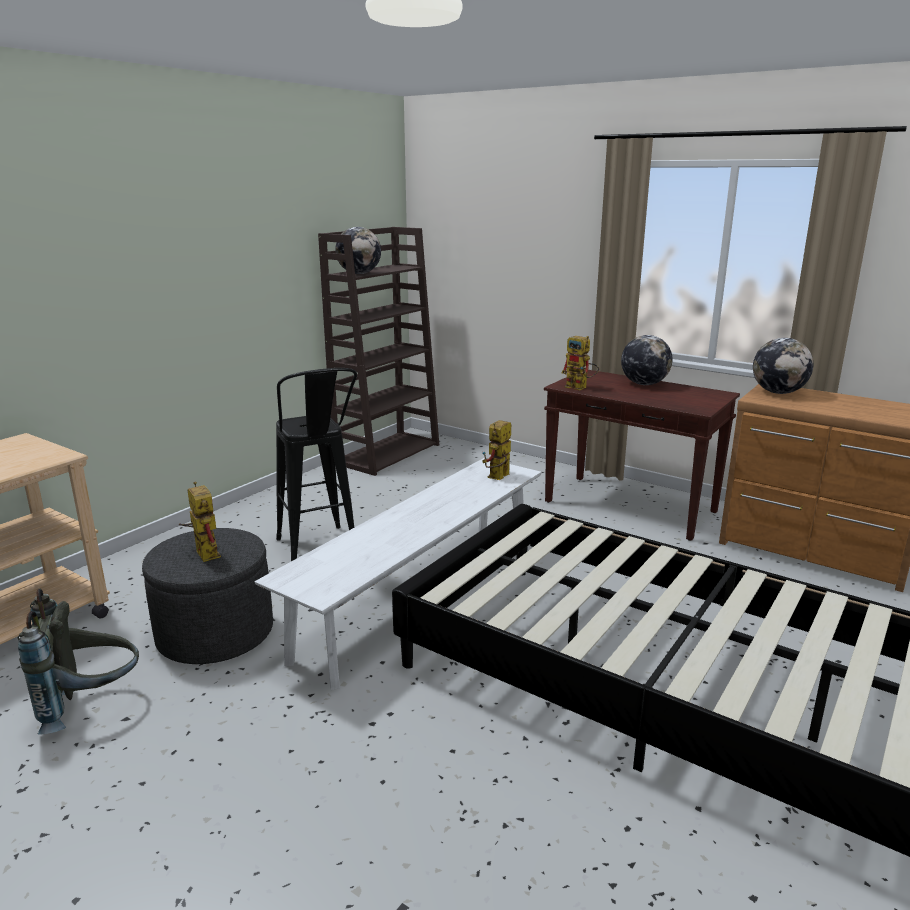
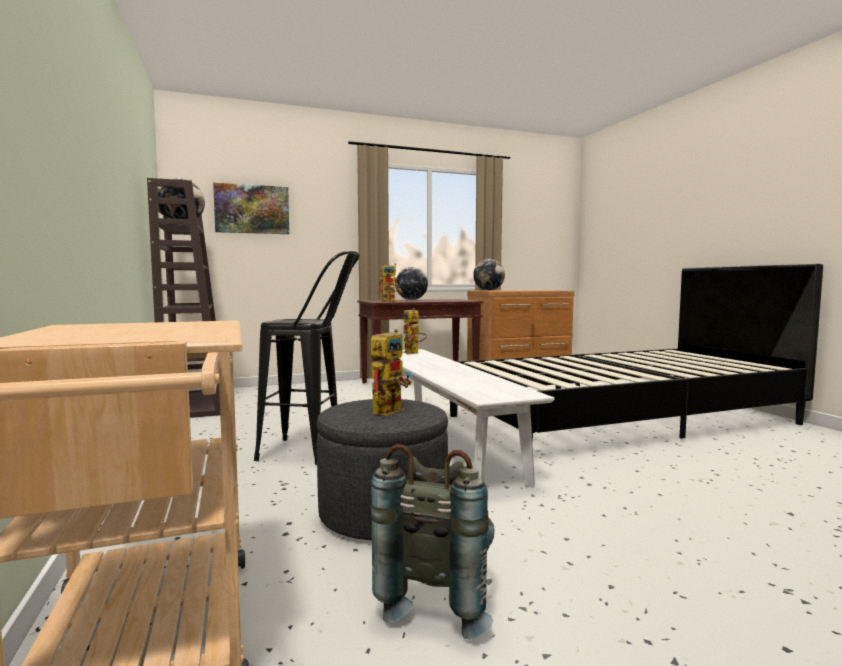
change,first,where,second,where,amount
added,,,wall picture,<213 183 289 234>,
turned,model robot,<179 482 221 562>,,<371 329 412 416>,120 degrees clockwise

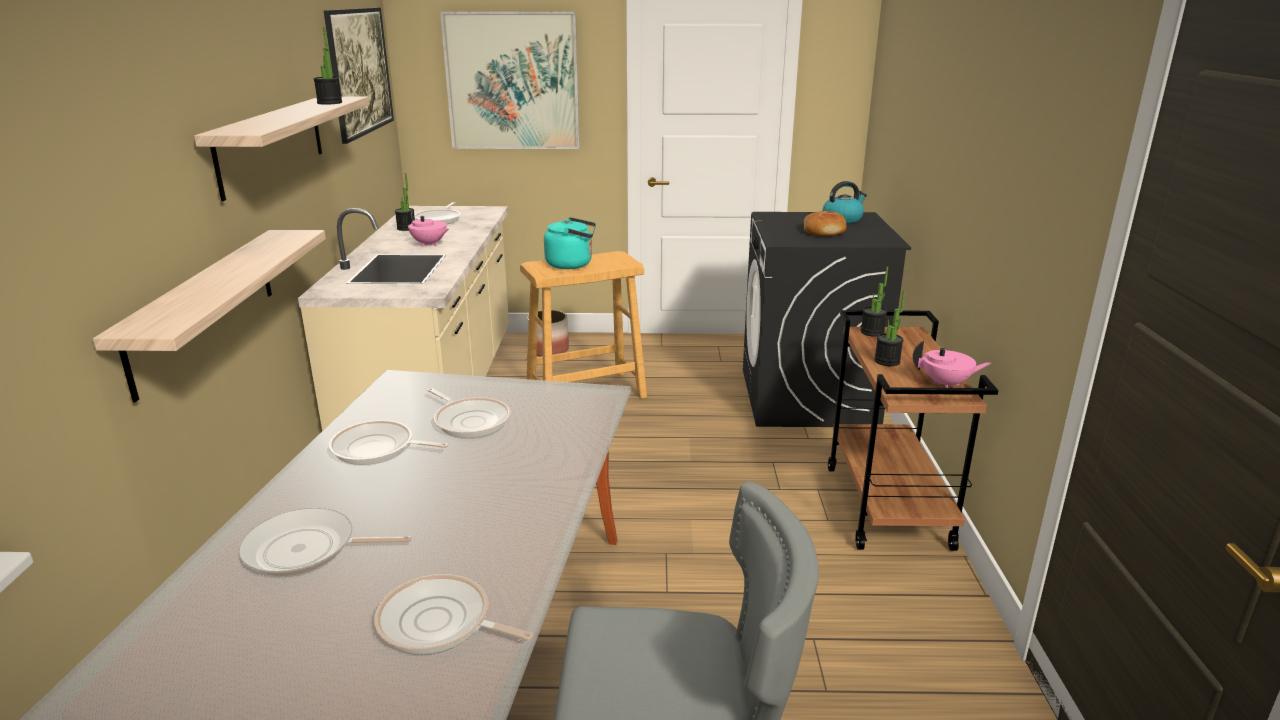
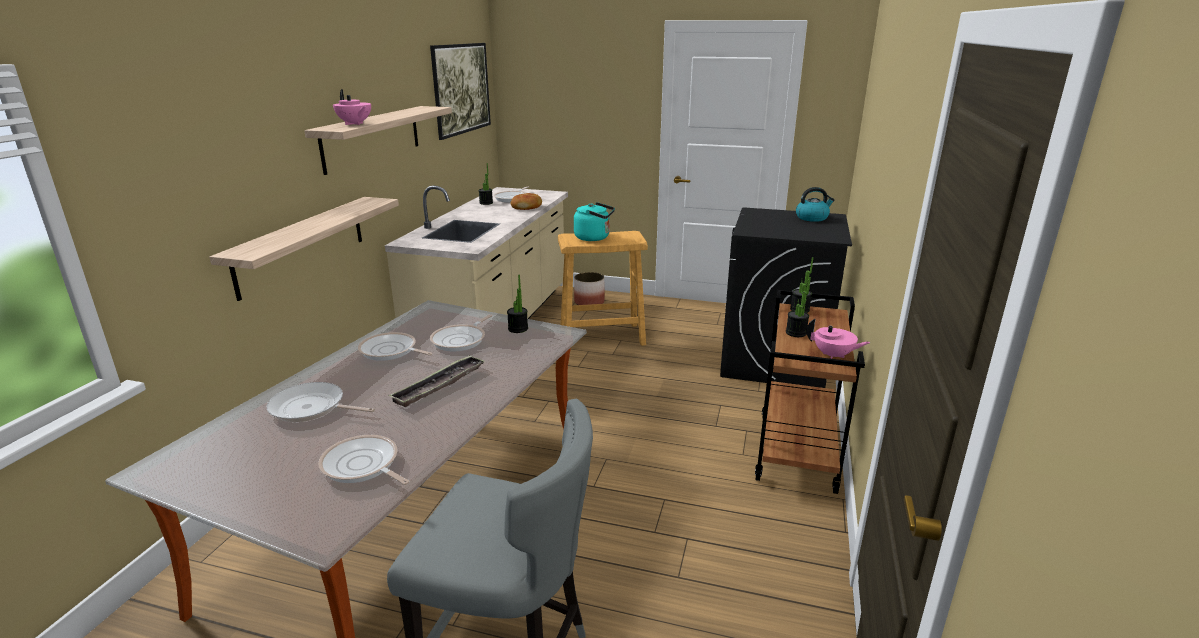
change,first,where,second,where,amount
moved,pot for tea (pink),<408 210 449 247>,,<333 89 371 125>,
added,,,carrying tray,<388 355 485 407>,
turned,skillet,<427 388 511 438>,,<430 314 493 351>,60 degrees clockwise
moved,plant in a pot,<314 27 342 105>,,<507 275 528 333>,
moved,bread,<804 211 847 236>,,<511 193 542 210>,
removed,wall picture,<440 11 580 149>,,,

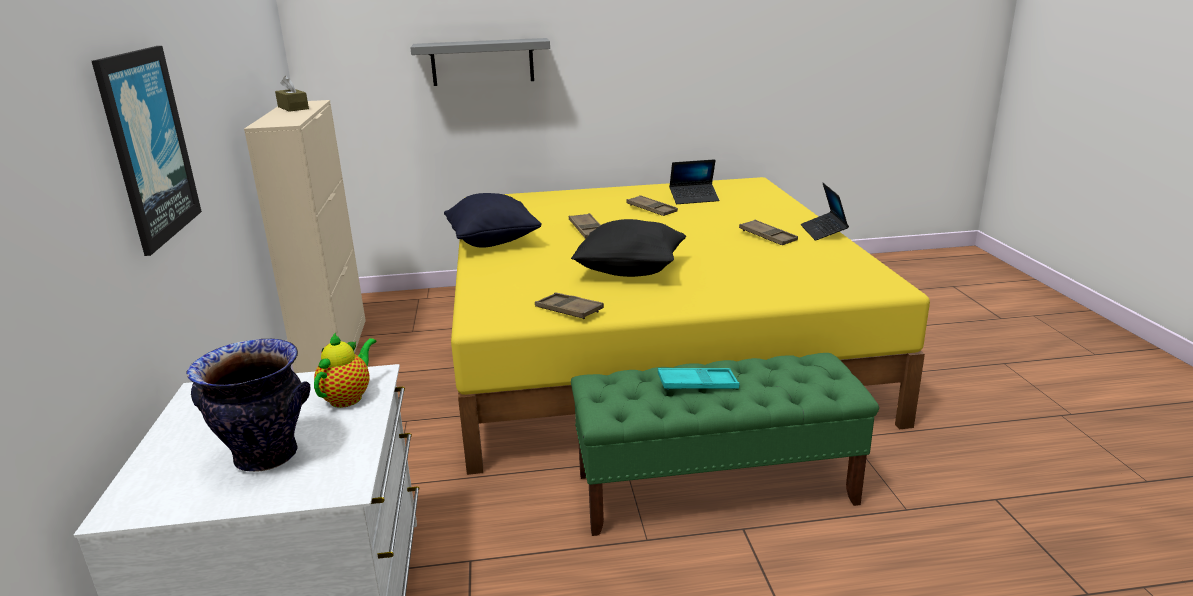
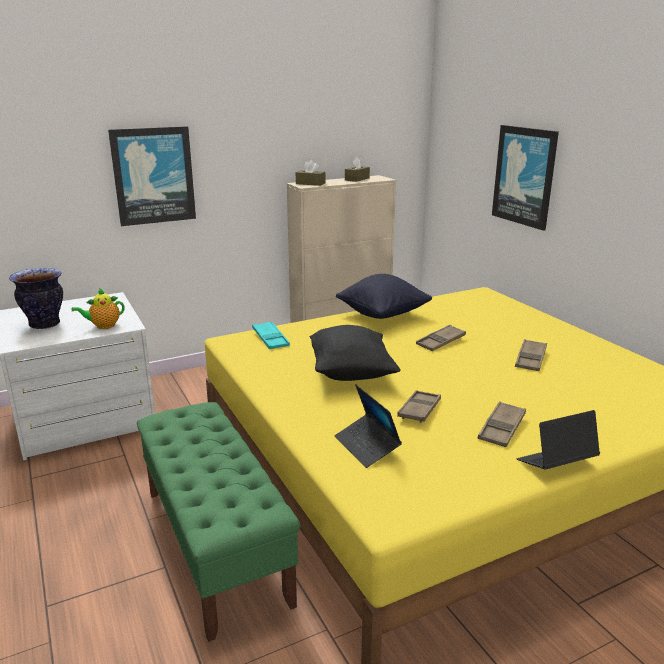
change,first,where,second,where,amount
turned,pot for tea,<314 332 376 408>,,<72 288 124 329>,150 degrees clockwise
moved,carrying tray (turquoise-coloured),<658 368 740 390>,,<252 321 290 349>,
added,,,box of tissues (brown),<296 160 325 186>,
moved,portable computer,<669 159 719 204>,,<335 385 402 468>,
moved,carrying tray (brown),<535 292 604 319>,,<397 390 441 423>,
replaced,wall shelf (grey),<410 38 550 86>,wall picture,<492 125 559 231>,

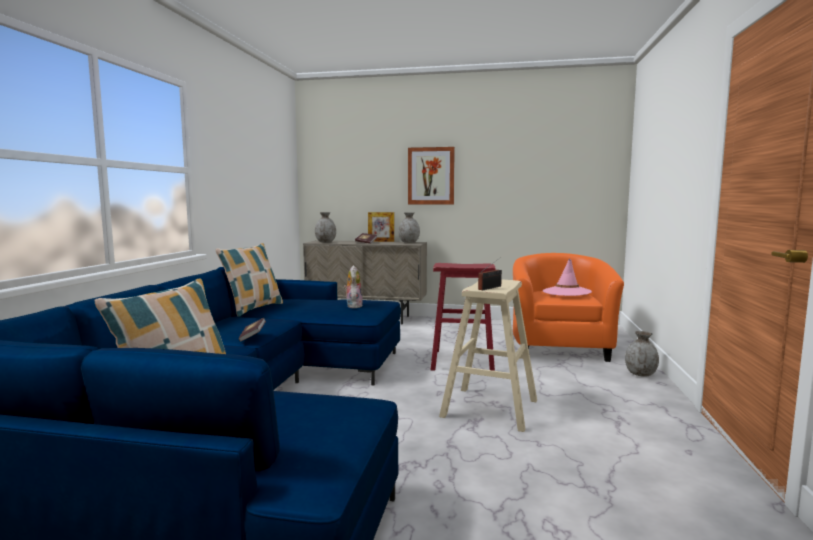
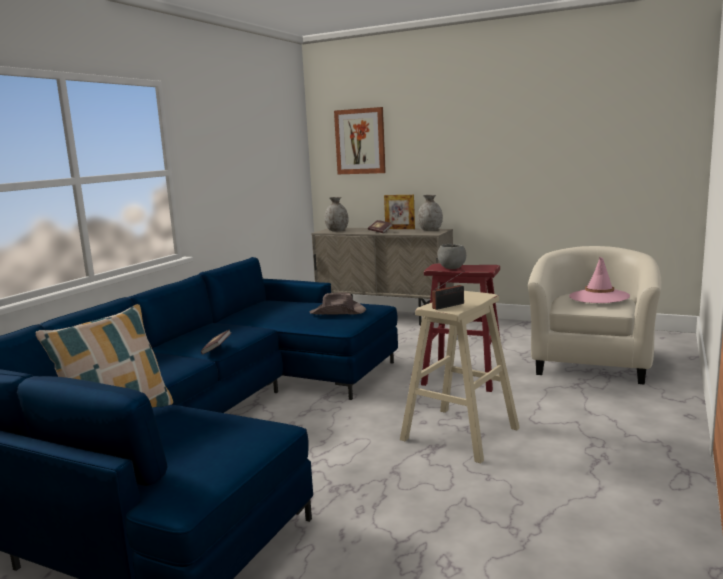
change,first,where,second,where,amount
replaced,soft toy,<344 265 363 308>,clothing hat (brown),<310 292 366 315>,
moved,wall picture,<408 147 455 205>,,<334 107 386 174>,
added,,,serving bowl (grey),<437 244 466 269>,
recoloured,armchair (orange),<513 253 624 362>,armchair (beige),<528 246 661 385>,
removed,pillow,<216 243 283 317>,,,
removed,decorative vase (grey),<625 331 659 377>,,,

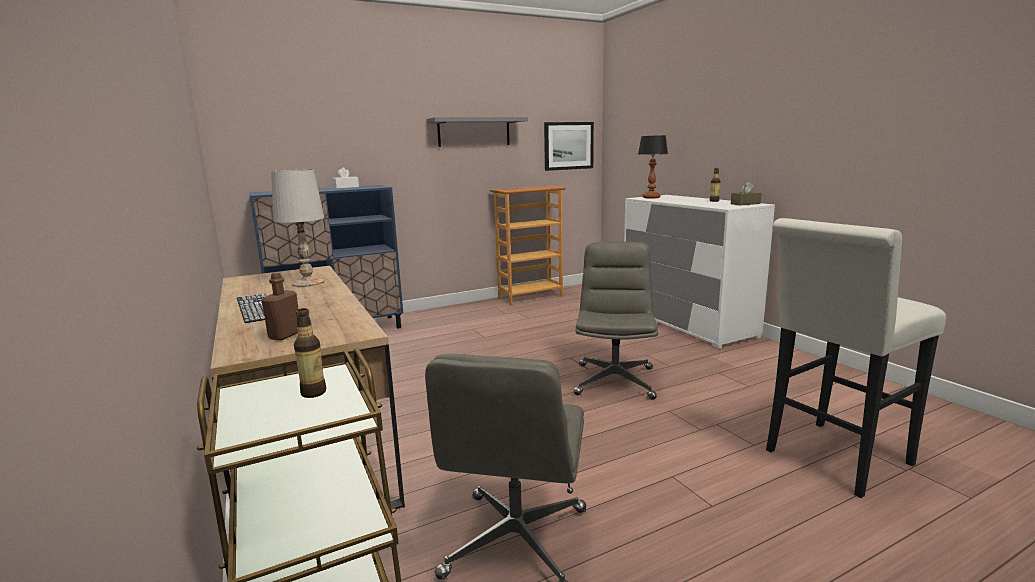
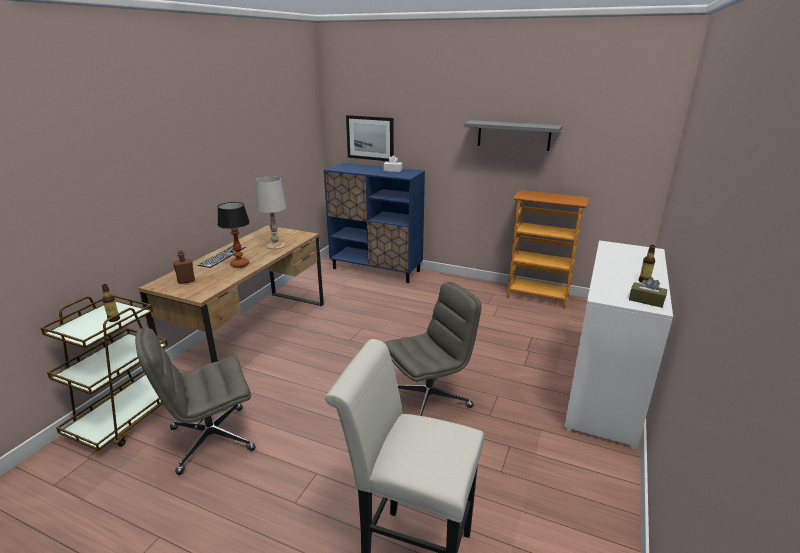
change,first,where,second,where,amount
moved,tabletop lamp,<638 135 668 199>,,<217 202 250 268>,
moved,wall picture,<544 122 594 171>,,<346 115 394 161>,

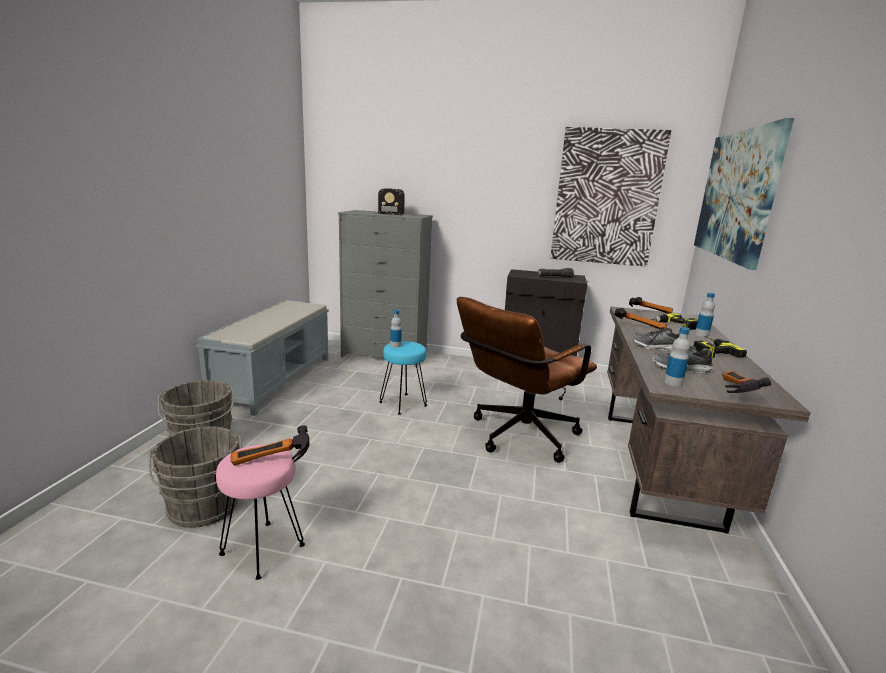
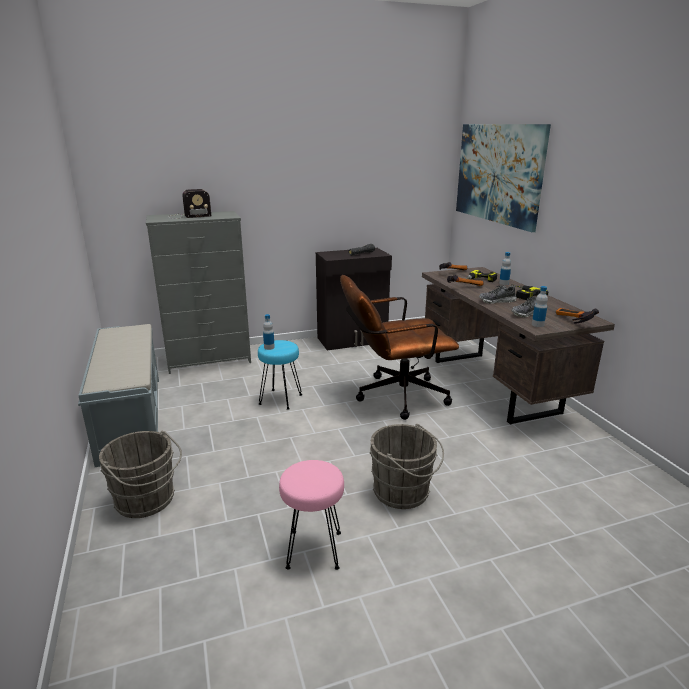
change,first,where,second,where,amount
turned,office chair (brown),<457 297 597 463>,,<340 275 459 420>,60 degrees clockwise
moved,water bucket (grey),<149 427 243 528>,,<370 424 444 509>,
removed,hand hammer,<231 425 309 466>,,,
removed,wall picture,<550 127 671 267>,,,

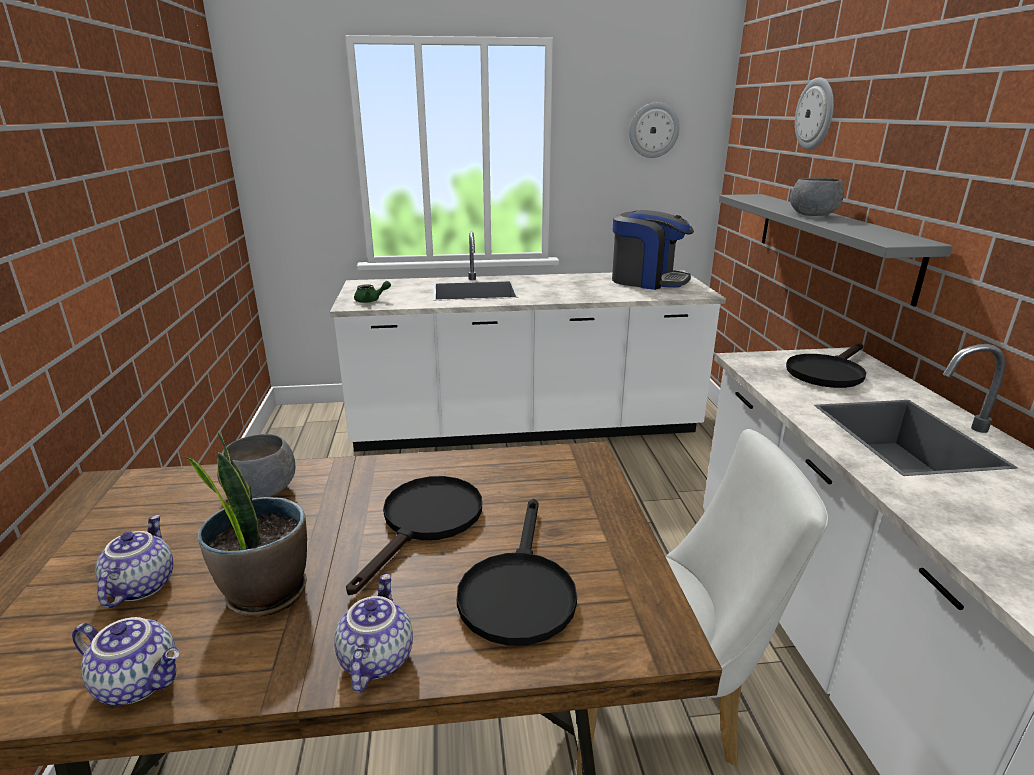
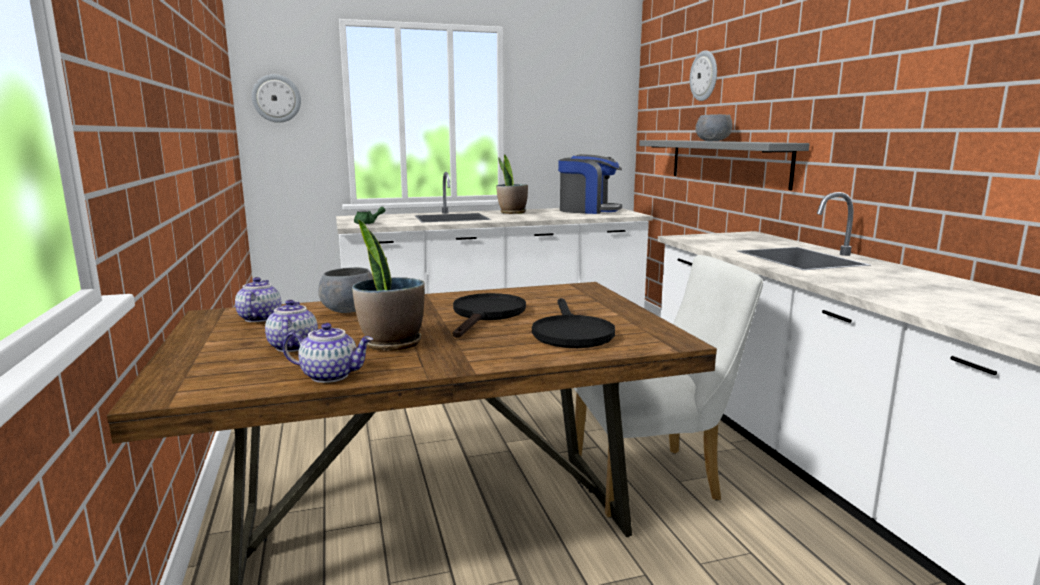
change,first,where,second,where,amount
moved,pot for tea,<334 574 413 693>,,<235 277 282 322>,
moved,wall clock,<629 102 680 158>,,<252 74 301 123>,
added,,,plant in a pot,<496 154 528 214>,
removed,skillet (black-coloured),<786 343 866 388>,,,

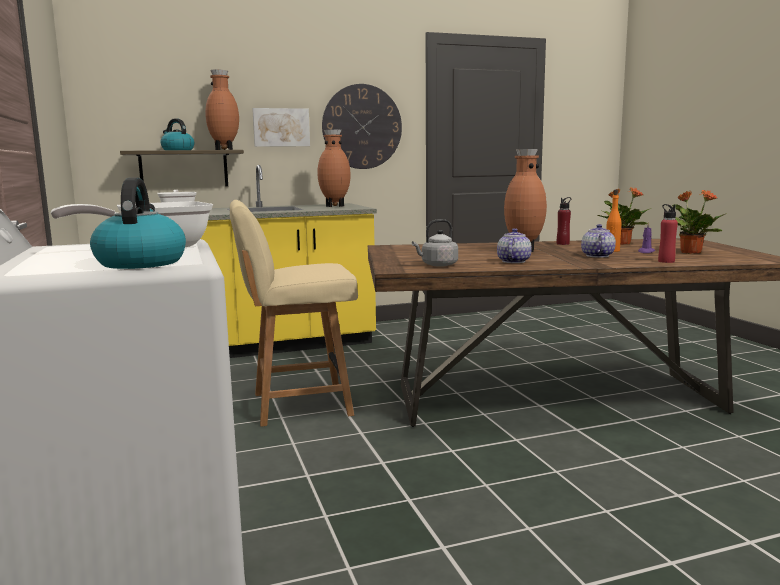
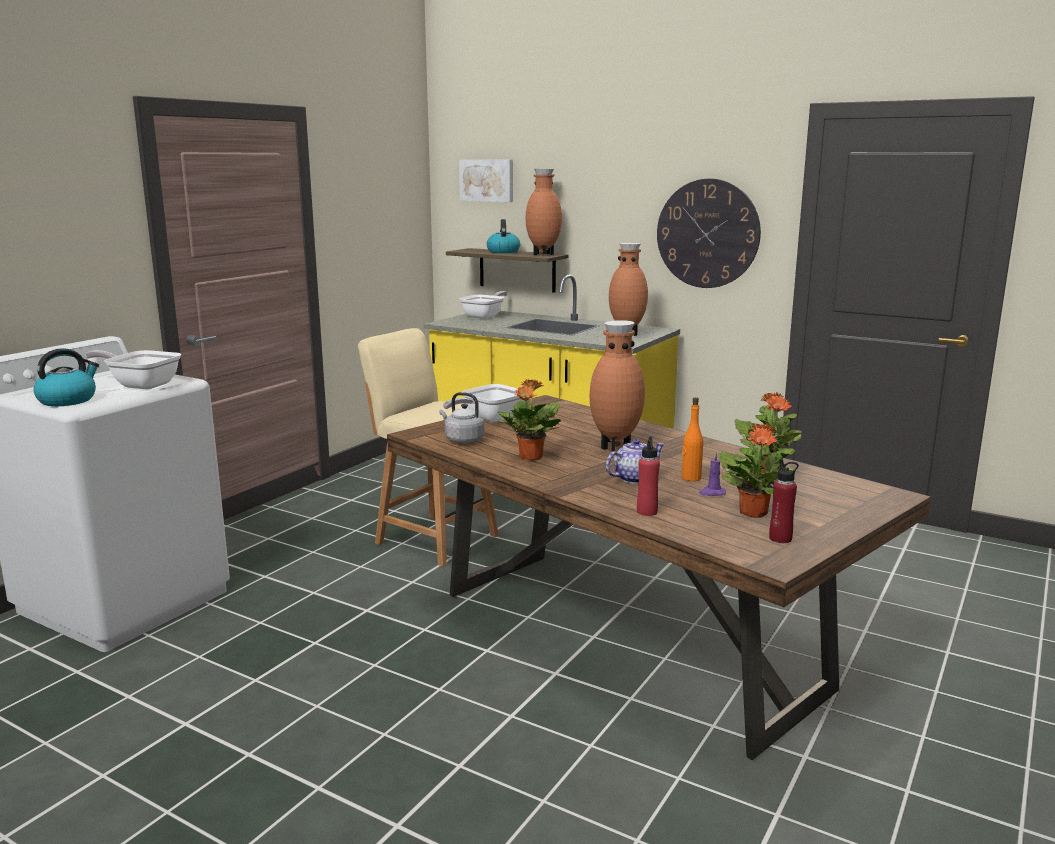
change,first,where,second,where,amount
added,,,skillet,<443 384 522 422>,
moved,wall picture,<252 108 310 147>,,<459 159 513 202>,
replaced,pot for tea,<497 228 532 263>,plant in a pot,<497 379 561 460>,
moved,bottle (reddish),<557 197 571 245>,,<769 459 799 543>,

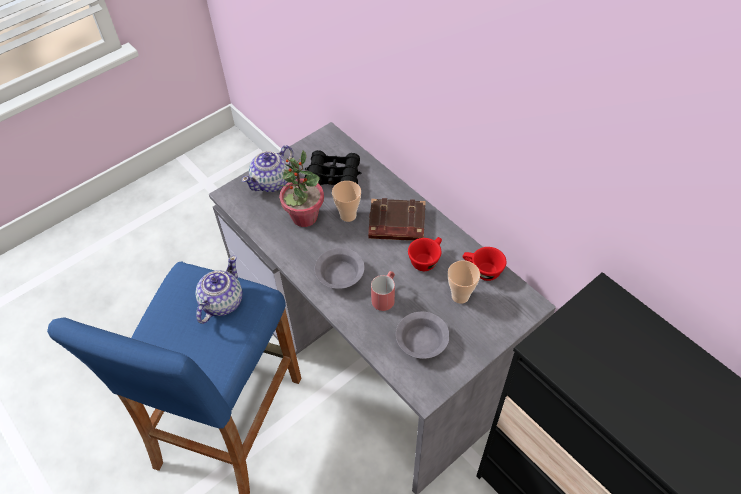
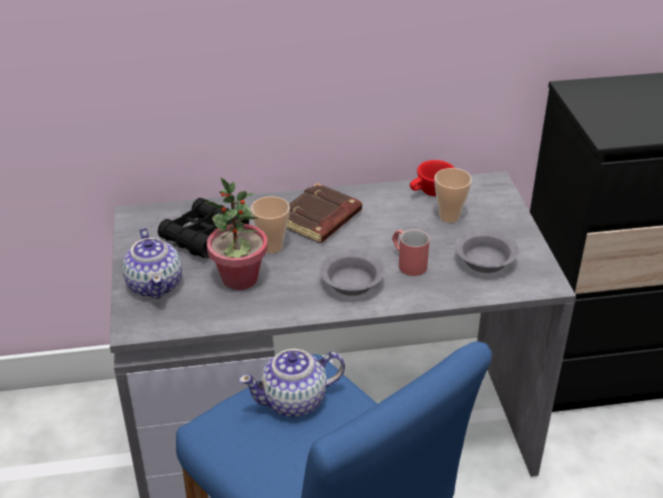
change,first,where,second,where,amount
turned,pot for tea,<195 255 242 324>,,<239 349 345 417>,75 degrees counterclockwise
removed,drinking cup (reddish),<408 237 442 271>,,,

